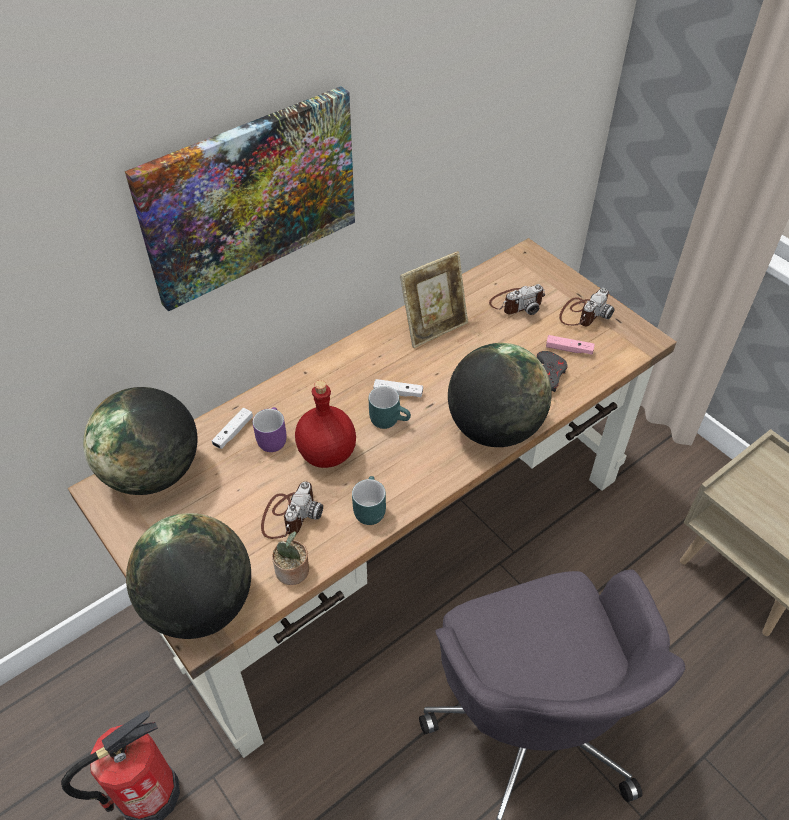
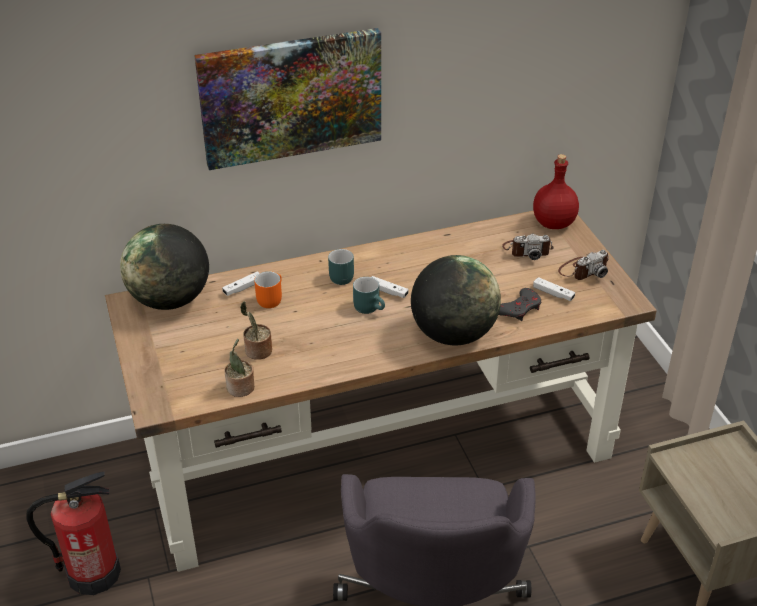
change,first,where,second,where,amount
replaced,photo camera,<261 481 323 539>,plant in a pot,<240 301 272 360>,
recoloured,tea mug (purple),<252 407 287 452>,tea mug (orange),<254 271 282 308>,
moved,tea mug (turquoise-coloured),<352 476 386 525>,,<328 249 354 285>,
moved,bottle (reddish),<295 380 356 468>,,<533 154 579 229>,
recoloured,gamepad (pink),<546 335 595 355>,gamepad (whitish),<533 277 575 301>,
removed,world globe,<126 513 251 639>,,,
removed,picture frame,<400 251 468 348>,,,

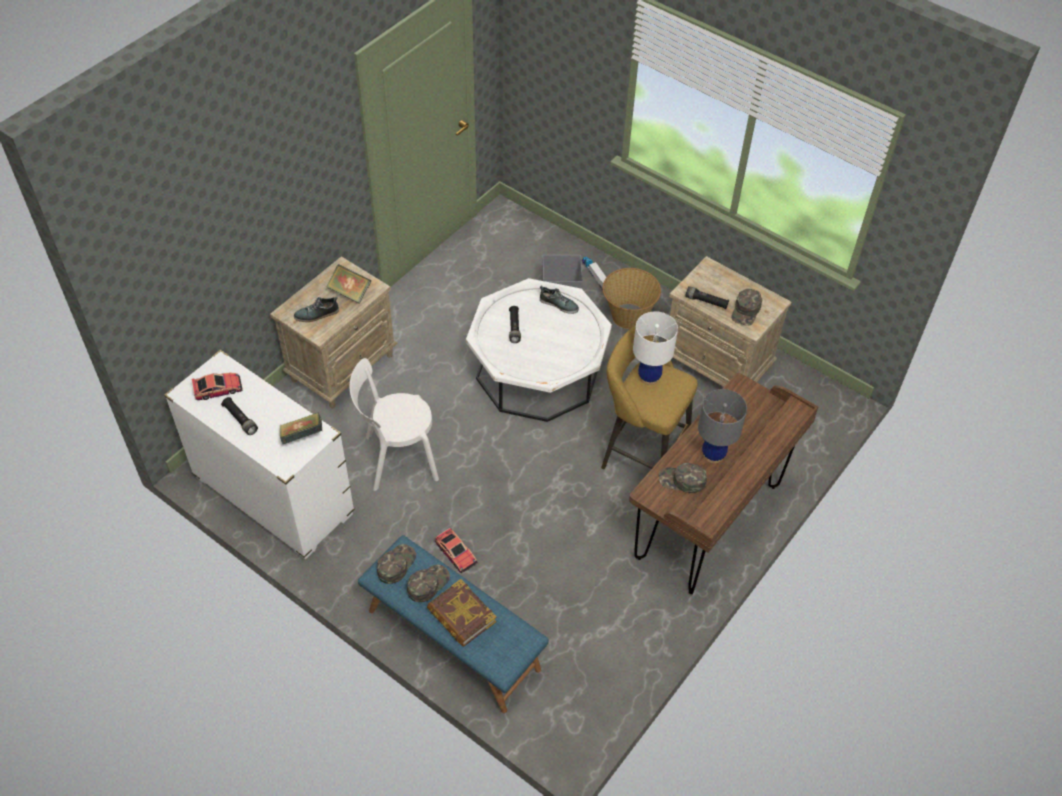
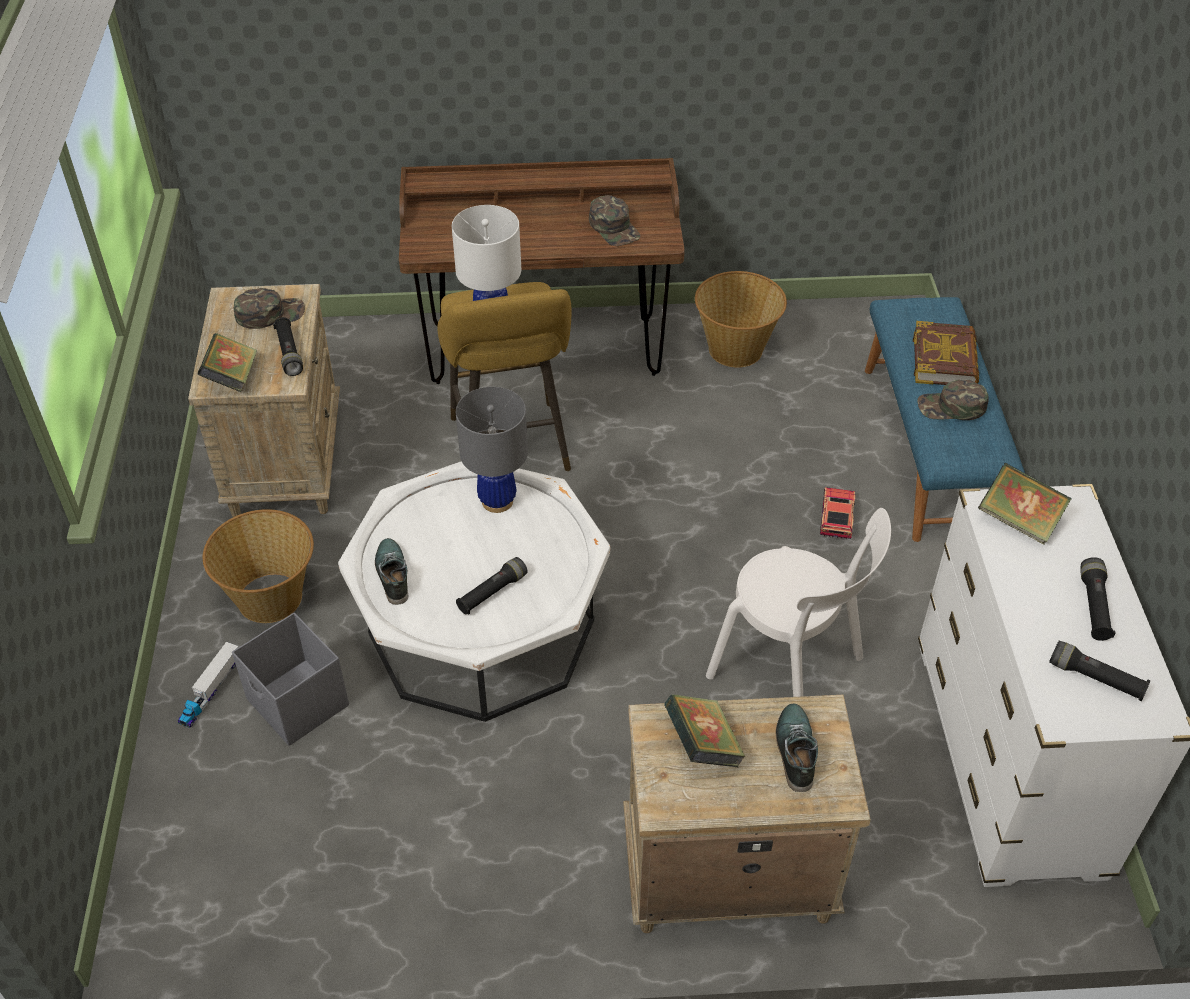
change,first,where,second,where,amount
added,,,volume,<198 333 257 392>,
moved,tabletop lamp (grey),<698 389 747 464>,,<456 387 528 513>,
added,,,basket,<695 271 787 368>,
turned,shoe,<294 297 339 322>,,<776 704 818 792>,120 degrees counterclockwise
replaced,model car,<191 373 243 400>,torch (black-coloured),<1049 641 1150 701>,
removed,peaked cap (green-coloured),<377 544 416 584>,,,

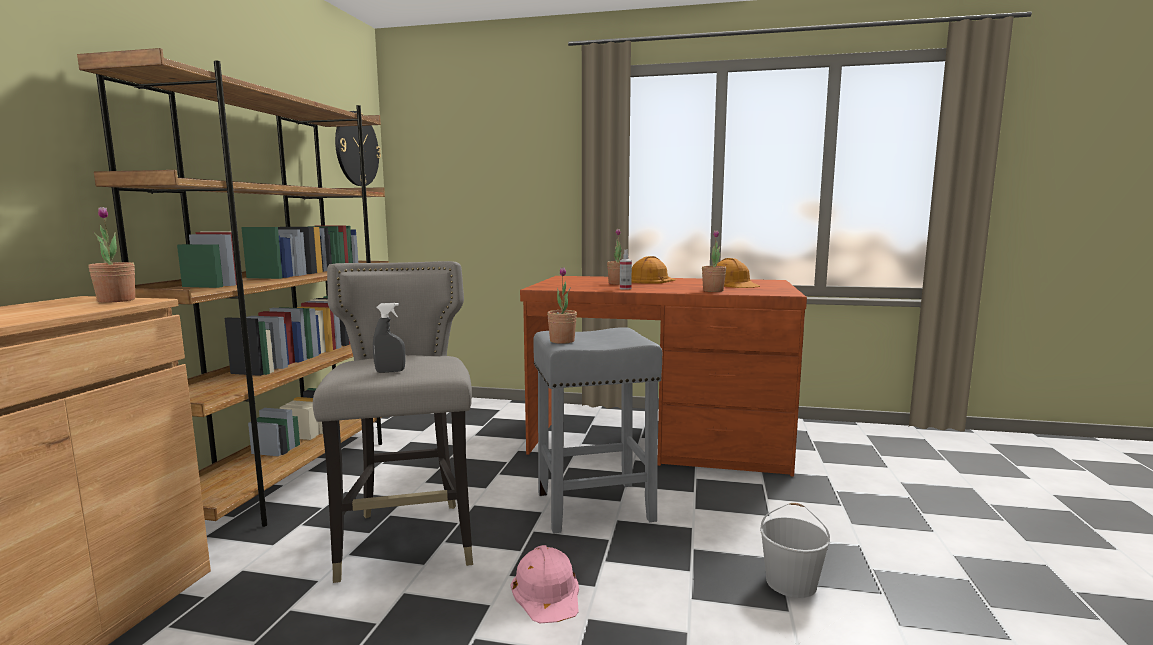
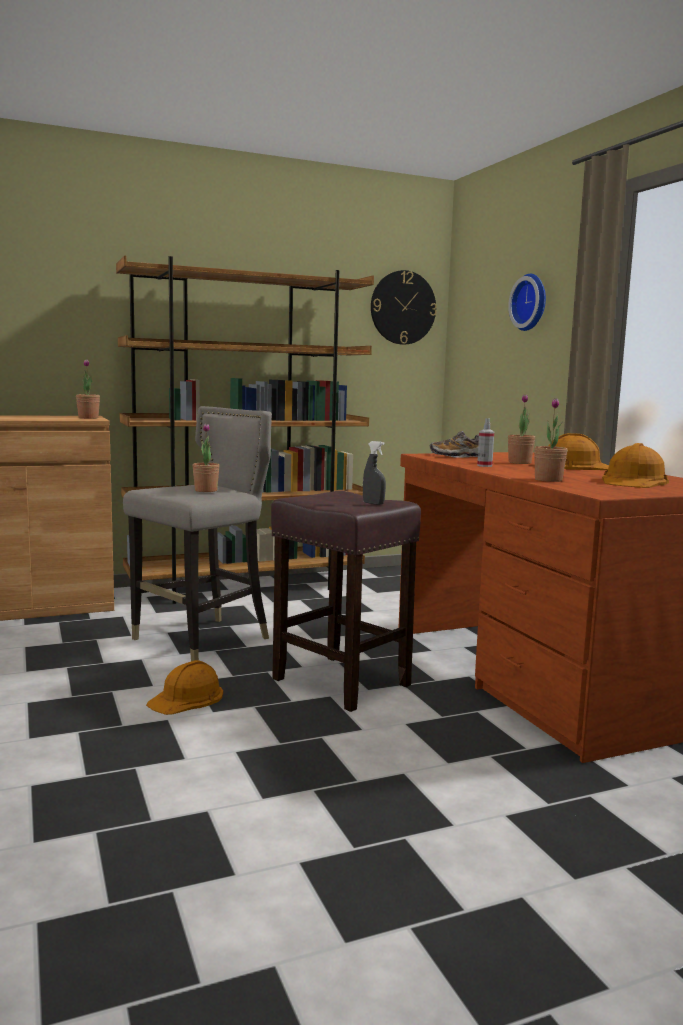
change,first,where,second,where,amount
recoloured,hard hat (pink),<511 545 579 623>,hard hat (orange),<146 660 223 715>,
moved,plant in a pot,<547 267 577 344>,,<193 424 219 492>,
recoloured,stool (grey),<533 327 662 534>,stool (brown),<271 491 421 712>,
moved,hand sprayer (grey),<373 303 405 373>,,<363 441 386 505>,
added,,,shoe,<430 431 479 458>,
added,,,wall clock,<508 274 546 331>,
removed,water bucket (whitish),<760 503 830 598>,,,

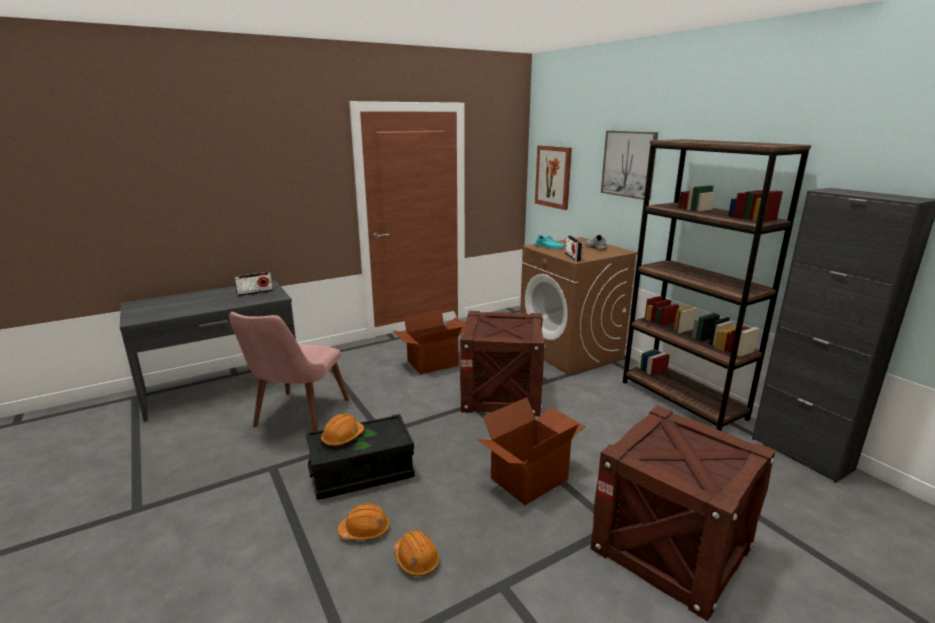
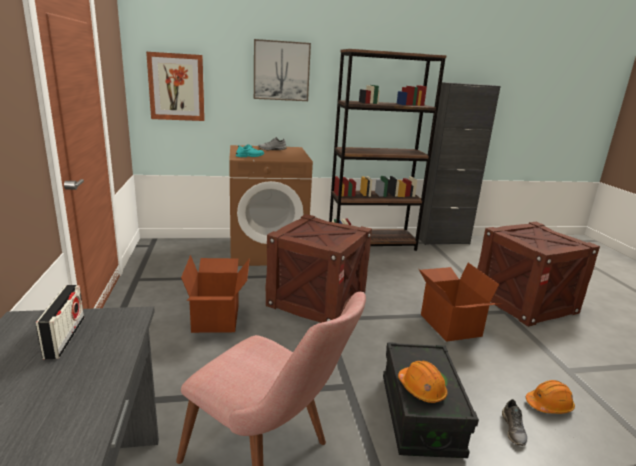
change,first,where,second,where,amount
replaced,hard hat (orange),<337 503 390 540>,shoe (grey),<502 399 527 446>,
removed,radio,<565 235 583 262>,,,

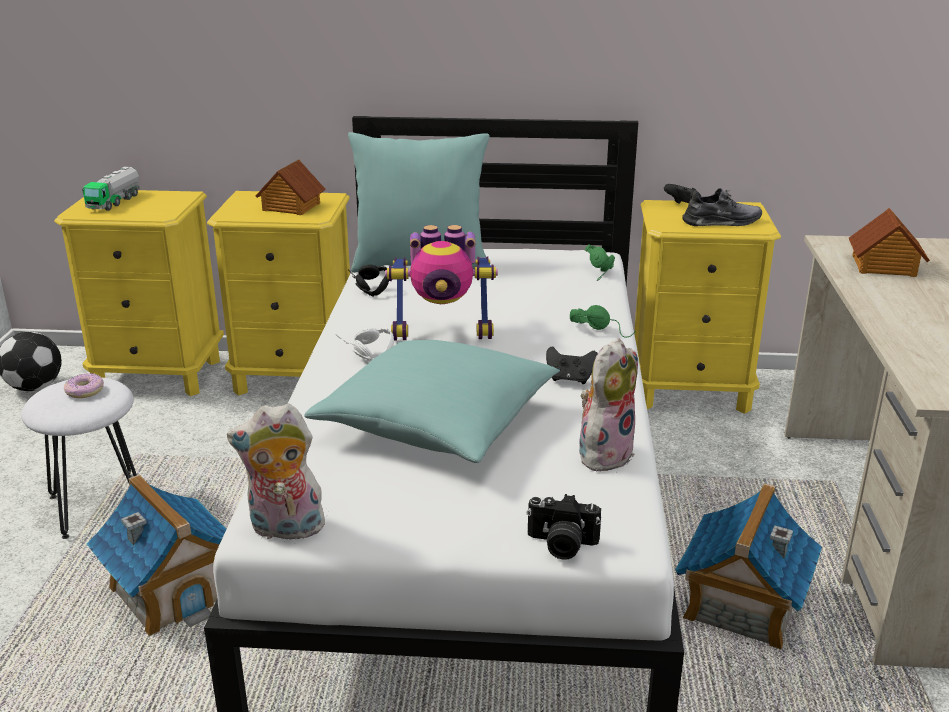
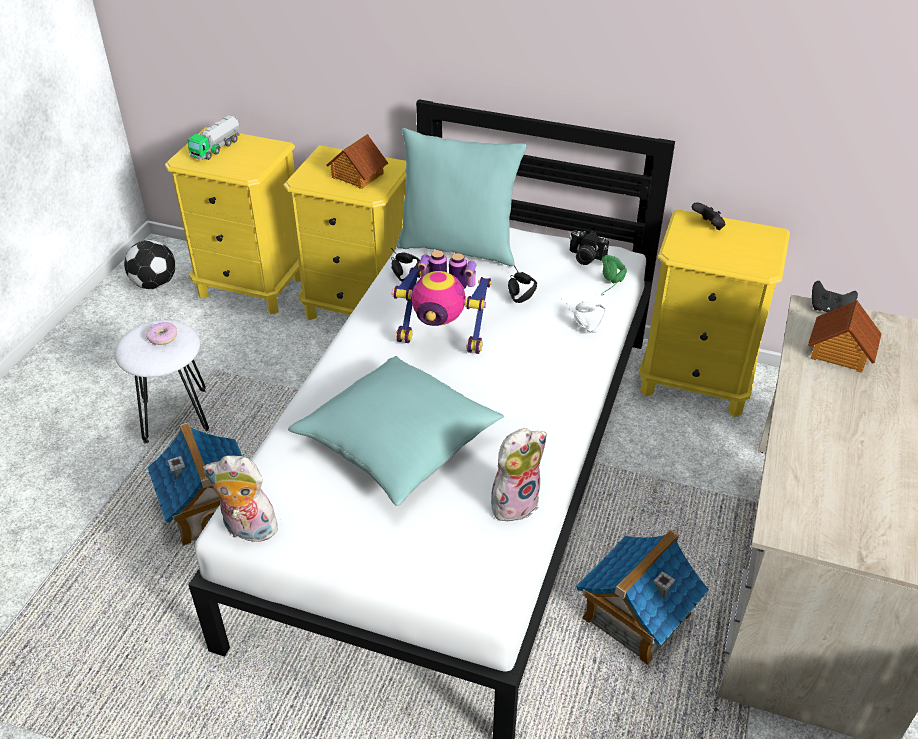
change,first,where,second,where,amount
added,,,headset (black-coloured),<508 266 537 303>,
moved,headset (whitish),<336 327 394 362>,,<561 298 607 334>,
moved,photo camera,<526 494 601 560>,,<569 230 609 265>,
moved,gamepad (black-coloured),<546 346 598 384>,,<812 281 858 312>,
removed,headset (green-coloured),<570 305 636 337>,,,
removed,shoe (grey),<682 188 762 226>,,,

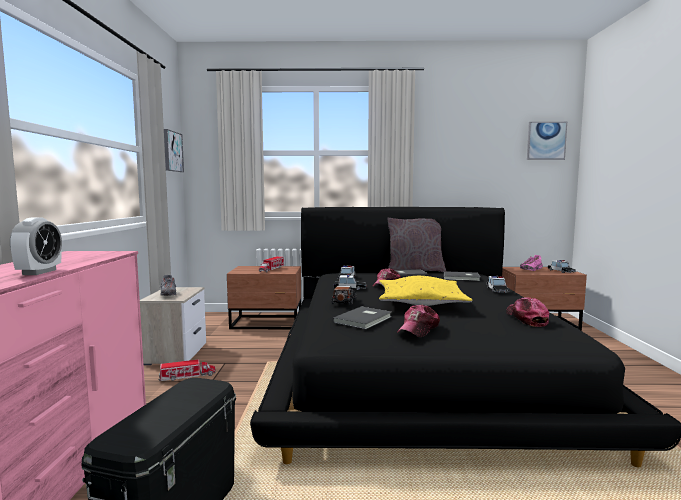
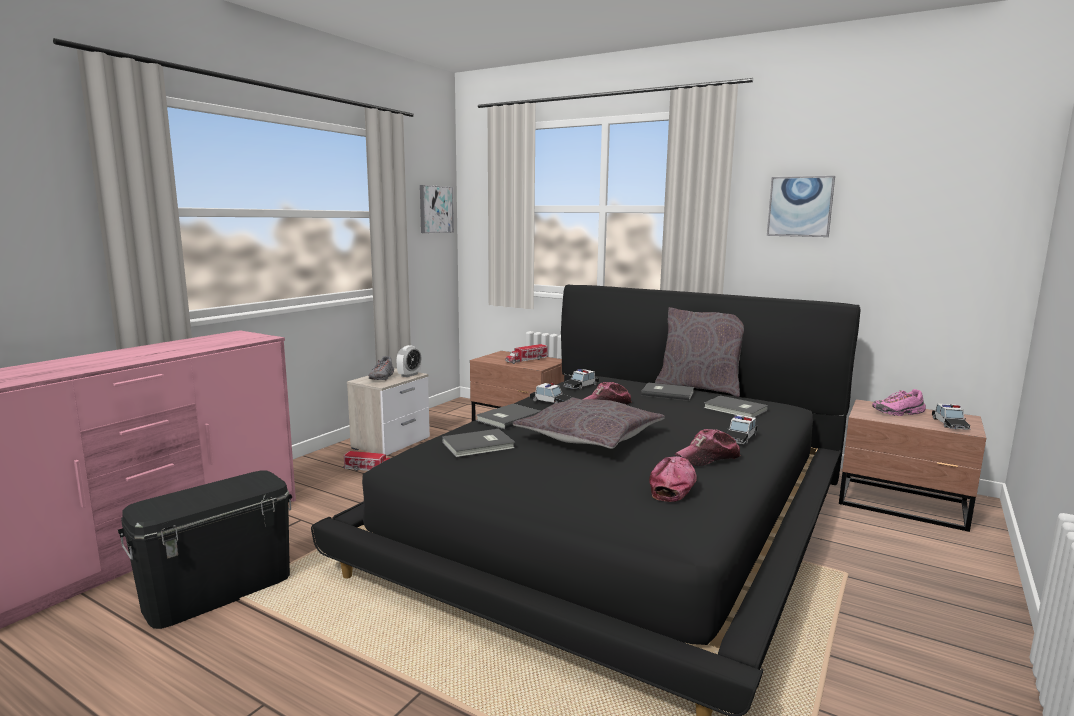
change,first,where,second,where,amount
moved,alarm clock,<10 218 62 275>,,<396 345 421 377>,
replaced,model car,<332 286 356 305>,volume (grey),<476 404 540 429>,
recoloured,pillow (yellowish),<379 276 472 306>,pillow (grey),<513 398 665 449>,
moved,peaked cap,<397 305 440 337>,,<675 429 741 466>,
moved,wall picture,<527 122 567 160>,,<767 176 835 237>,

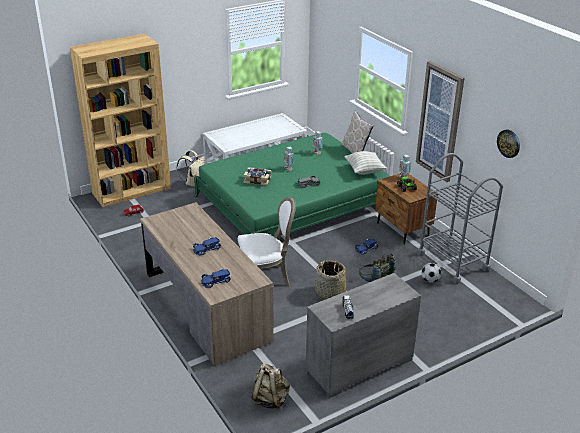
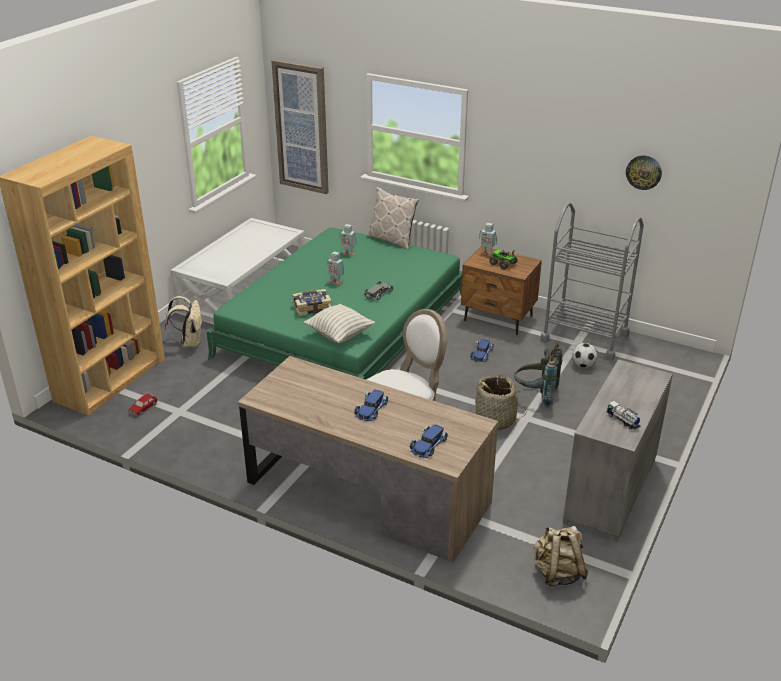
change,first,where,second,where,amount
moved,wall picture,<416 61 465 182>,,<272 60 329 194>,
moved,pillow,<344 151 387 175>,,<304 304 375 343>,

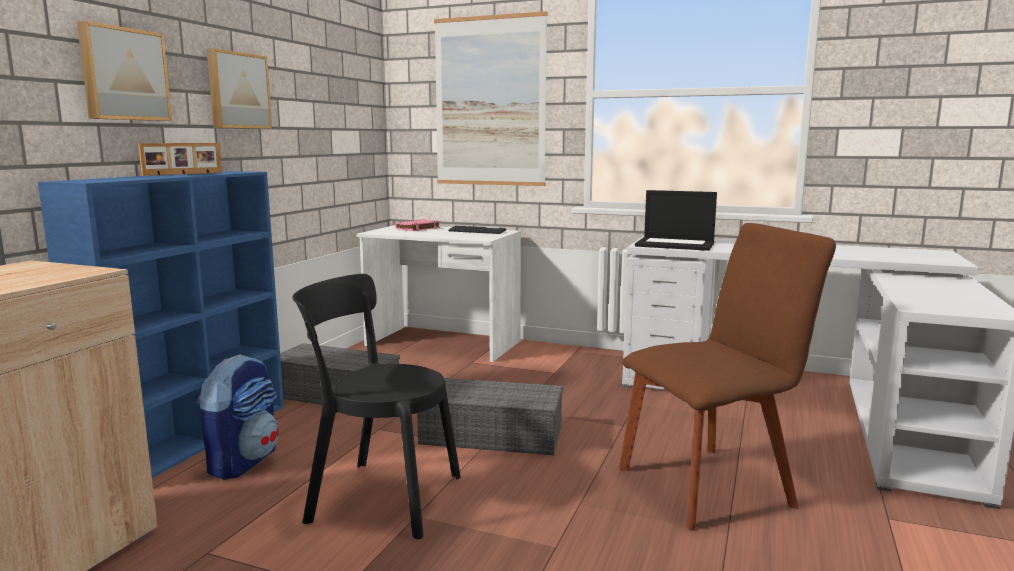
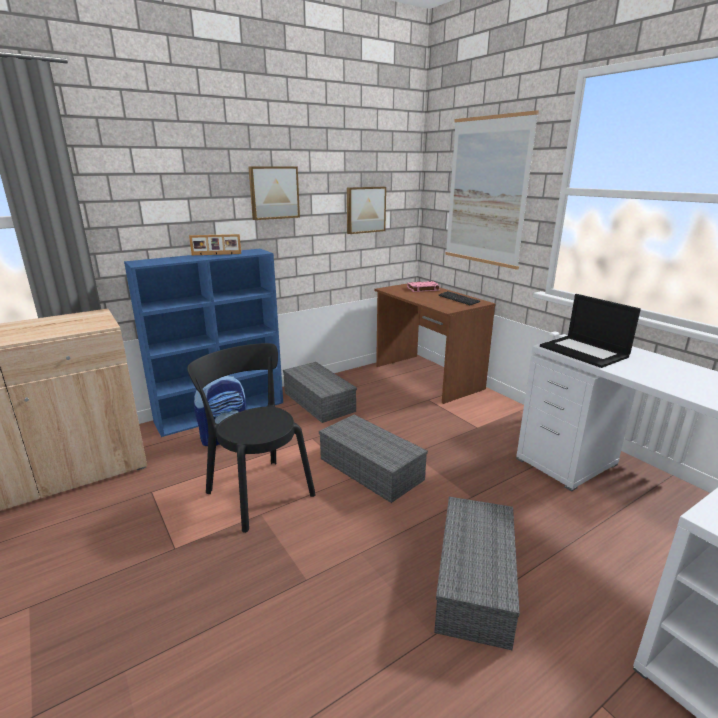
change,first,where,second,where,amount
moved,wall picture,<77 21 172 121>,,<347 187 386 234>,
recoloured,desk unit (whitish),<356 225 521 362>,desk unit (brown),<375 284 496 404>,
replaced,chair (brown),<619 223 836 530>,storage bin (grey),<434 497 520 650>,

